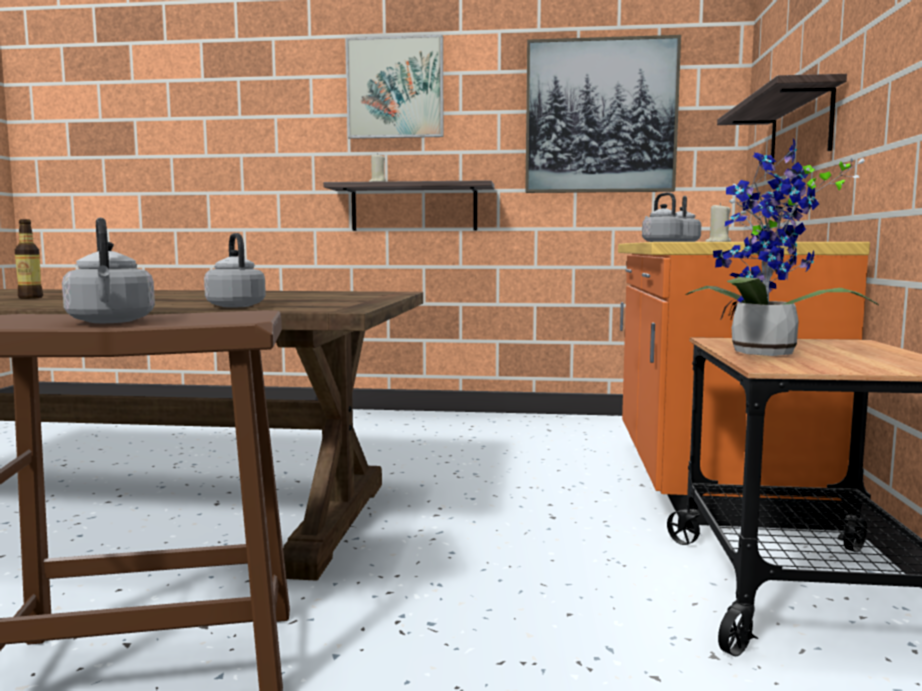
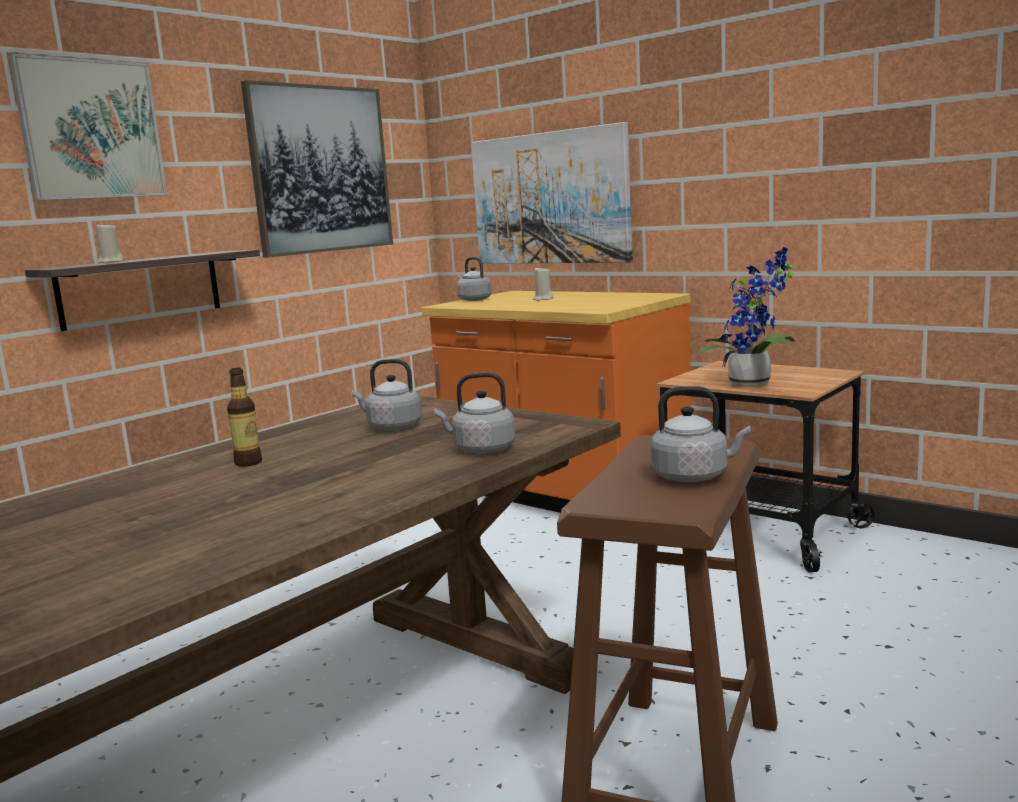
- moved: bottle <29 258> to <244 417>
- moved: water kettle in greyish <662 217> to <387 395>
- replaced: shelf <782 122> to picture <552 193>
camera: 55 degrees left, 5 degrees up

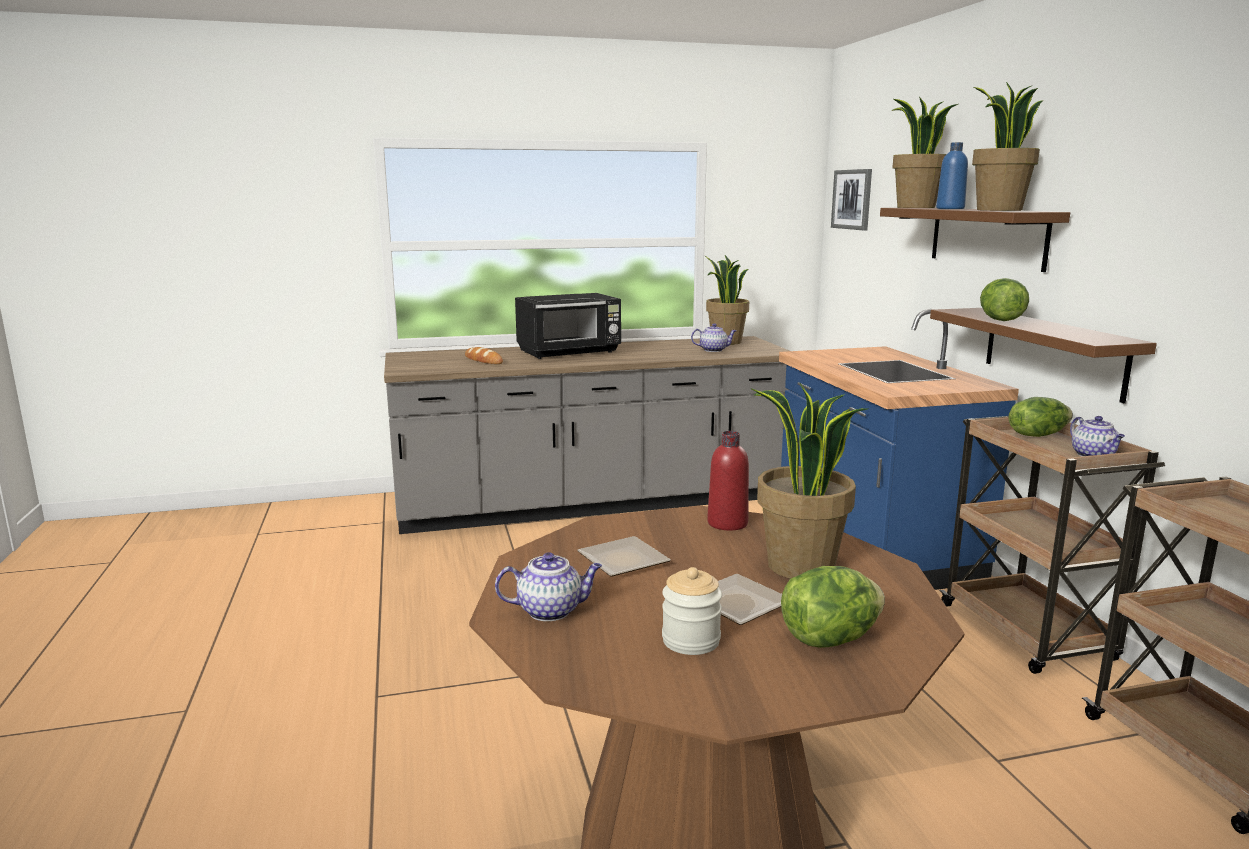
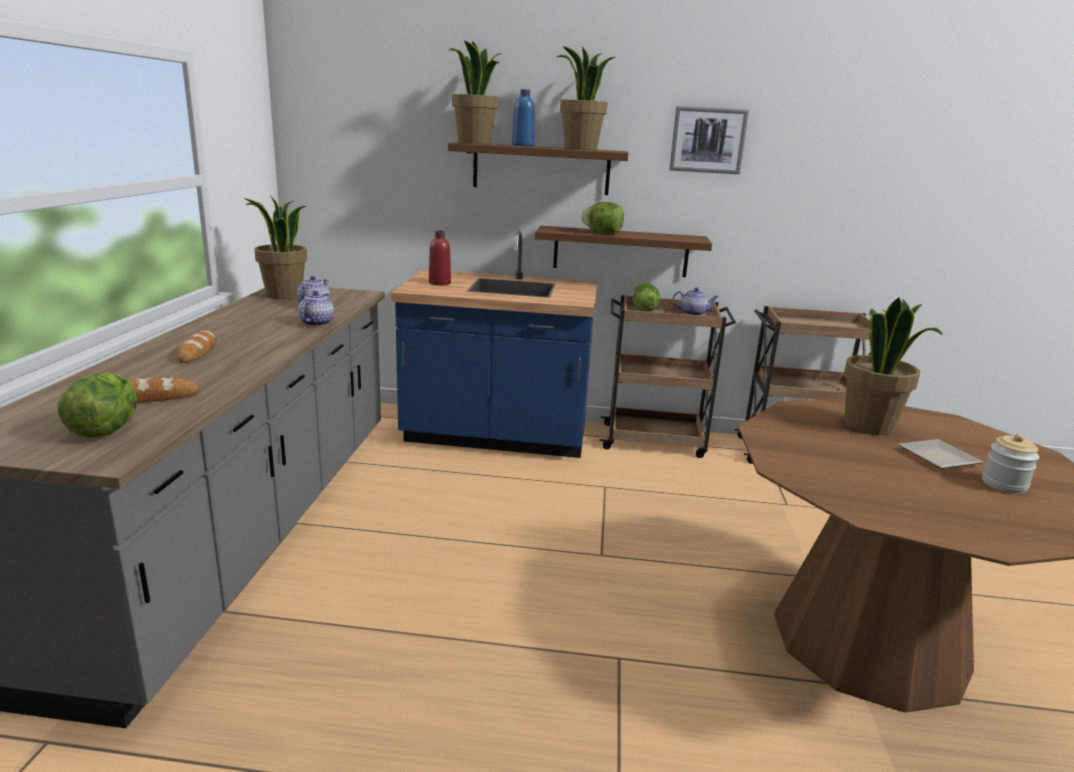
- removed: flat dish <624 556>
- moved: tea pot <548 586> to <316 308>
- moved: bottle in reddish <728 481> to <440 258>
- moved: lettuce head <833 607> to <97 405>
- moved: picture <851 199> to <709 140>
- replaced: microwave oven in black-coloured <568 326> to baked bread <197 346>
camera: 70 degrees left, 5 degrees up

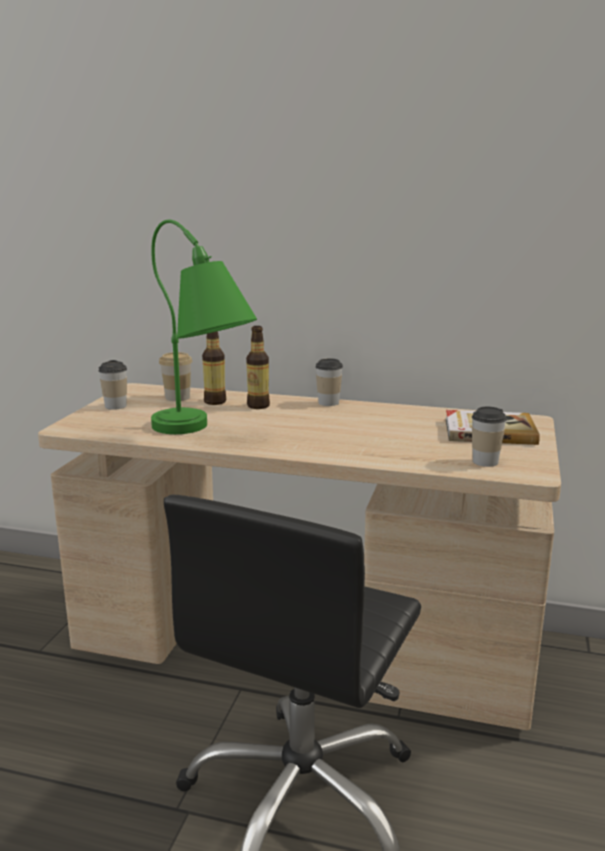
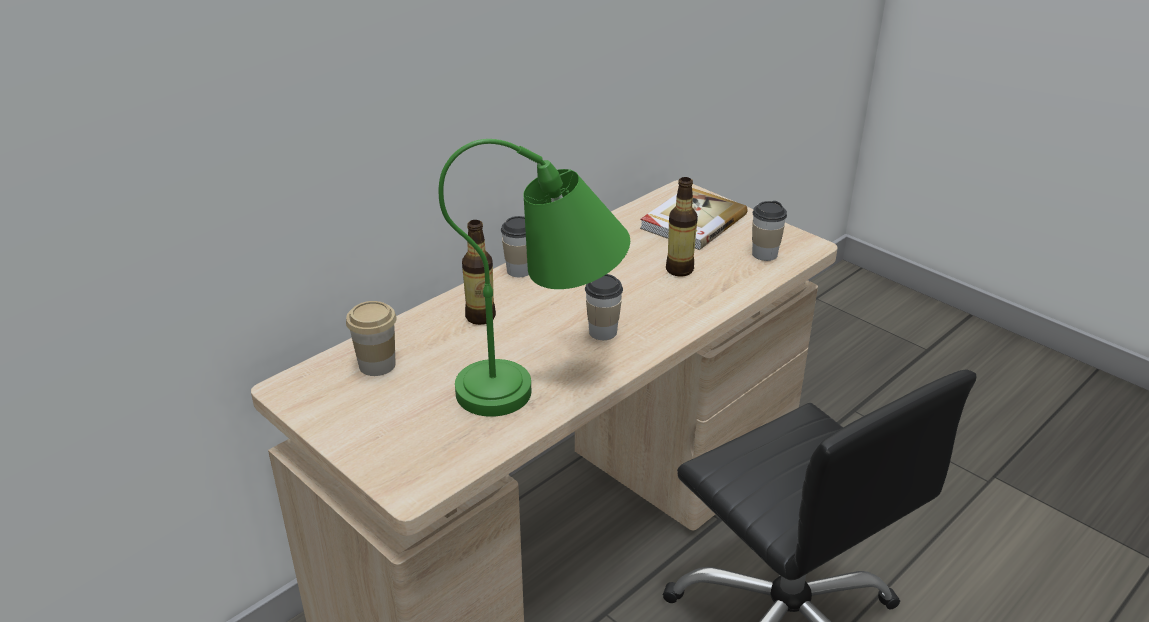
- moved: drinking cup <112 385> to <604 307>
- moved: bottle <214 368> to <682 227>
camera: 60 degrees left, 15 degrees up

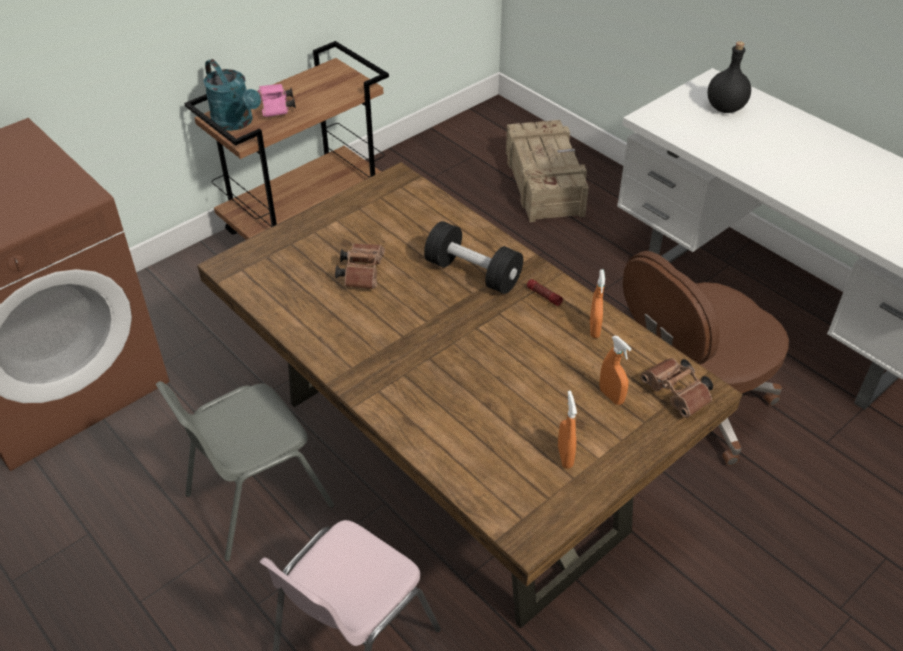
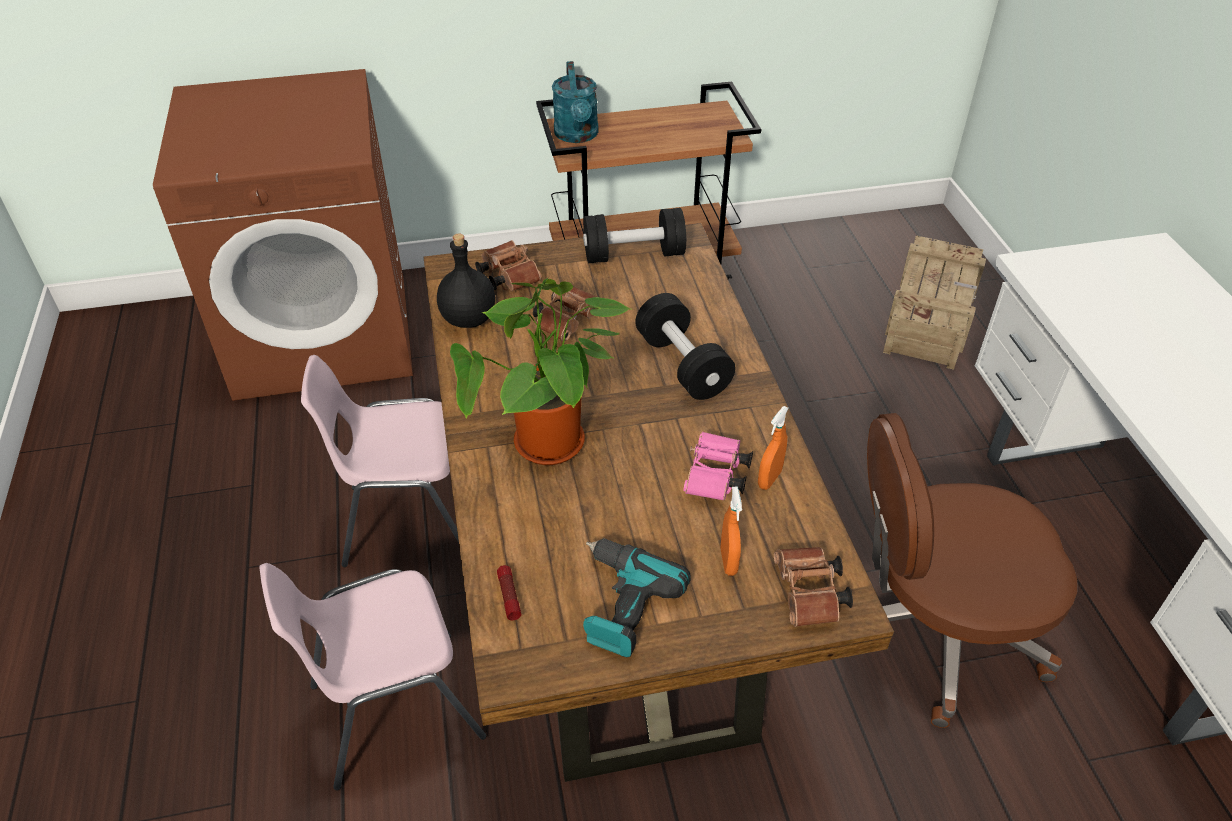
- added: plant in a pot <540 371>
- added: field glasses in brown <508 265>
- added: dumbbell in black-coloured <634 235>
- moved: field glasses in pink-coloured <277 100> to <718 466>
- moved: torch <545 292> to <509 592>
- moved: bottle in black-coloured <729 77> to <466 281>
- replaced: sprayer in orange <567 430> to power drill <637 597>
- recoloured: upright chair in greyish <245 471> to upright chair in pink-coloured <380 461>
camera: 30 degrees right, 0 degrees up

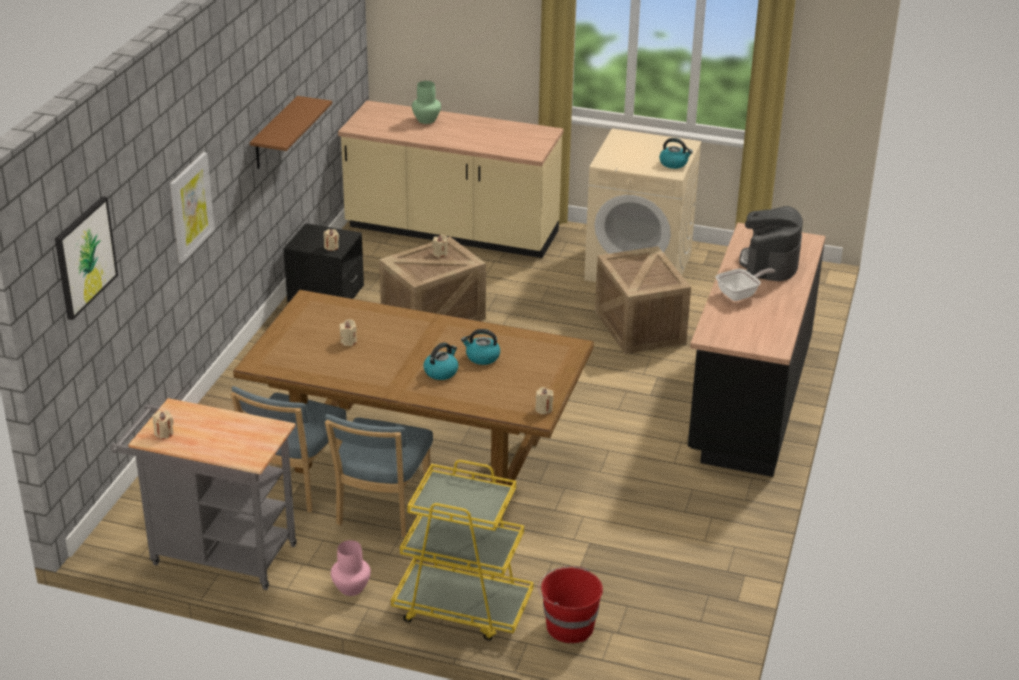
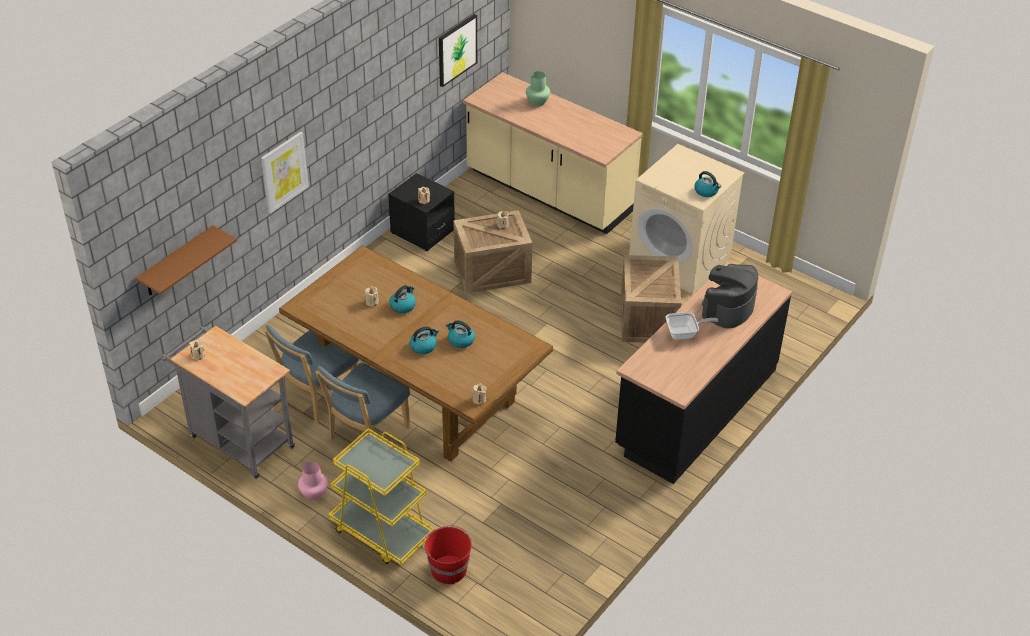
- added: water kettle <402 299>
- moved: picture <86 258> to <458 50>
- moved: shelf in brown <291 132> to <186 260>
camera: 20 degrees right, 10 degrees up

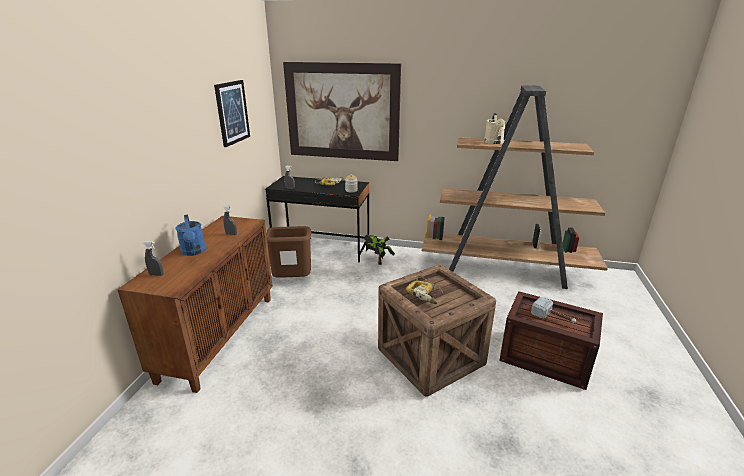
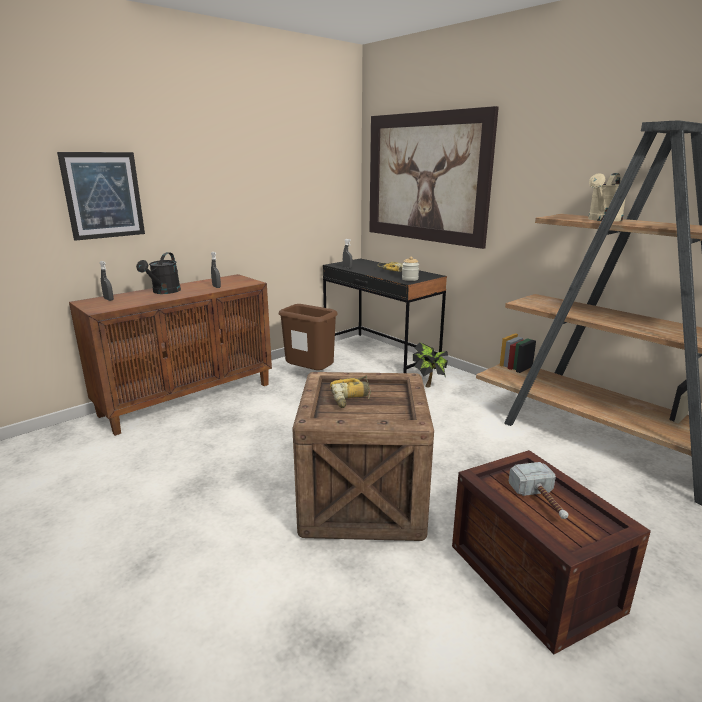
- moved: picture <232 113> to <101 196>
- recoloured: sprinkling can in blue-coloured <191 235> to sprinkling can in black-coloured <158 273>
camera: 35 degrees right, 5 degrees down

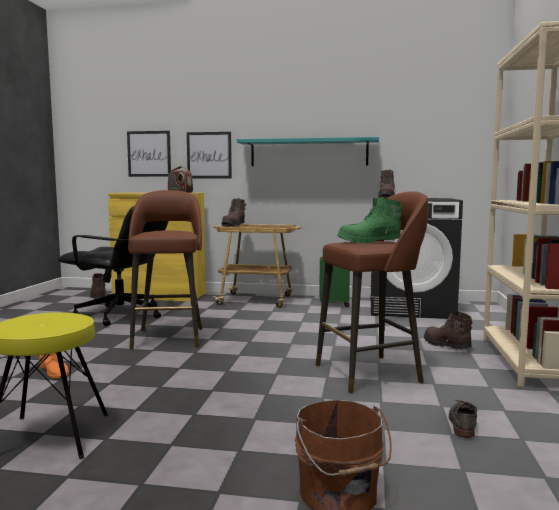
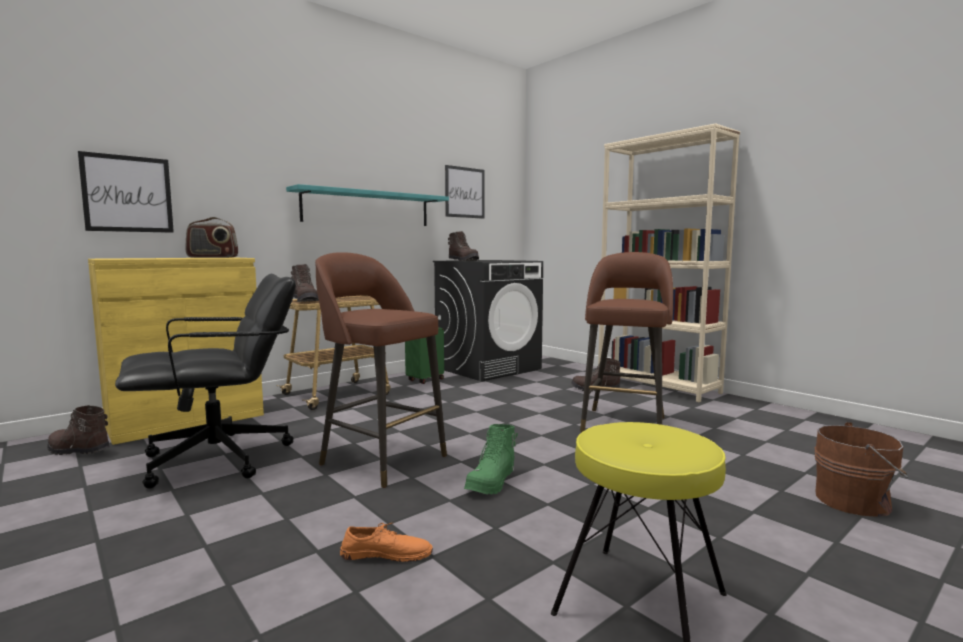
- removed: item of footwear in greyish <463 419>
- moved: picture <209 155> to <465 192>
- moved: high-top boot in green-coloured <369 220> to <491 459>
camera: 50 degrees left, 0 degrees up

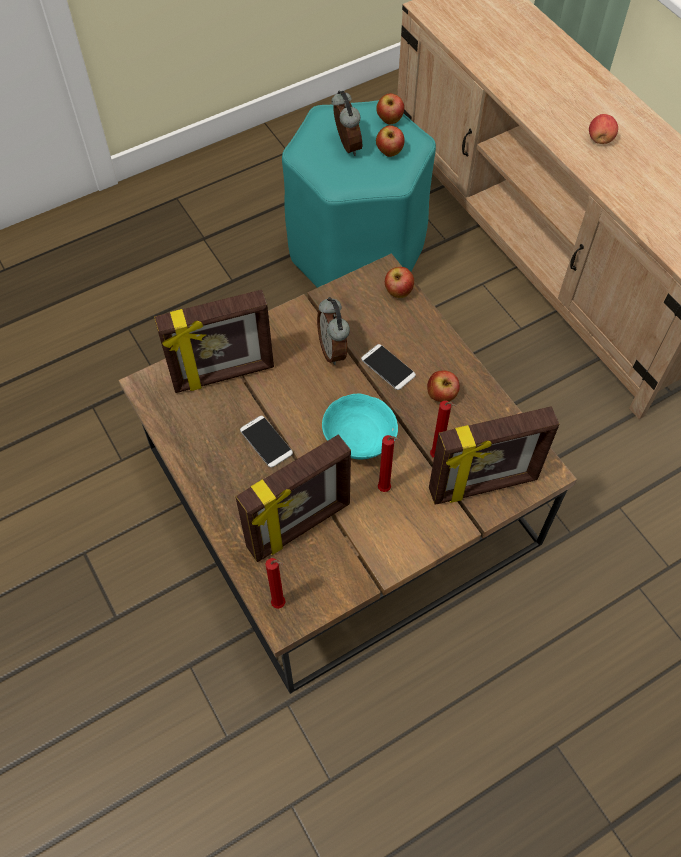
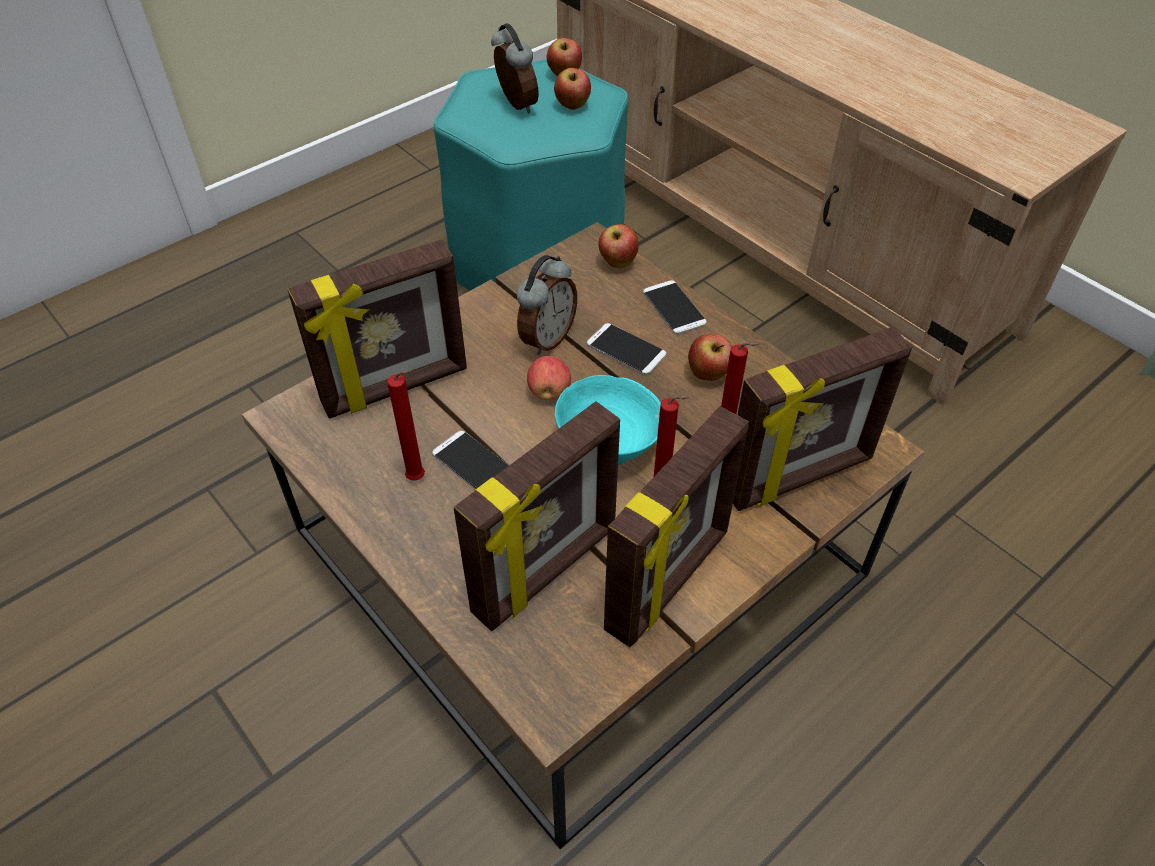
- added: picture frame <676 526>
- added: handset <675 307>
- moved: wax candle in reddish <275 583> to <406 425>
- moved: whole apple <603 129> to <549 378>
- turned: alarm clock <333 331> = <547 305> 120 degrees counterclockwise
camera: 10 degrees left, 10 degrees down

